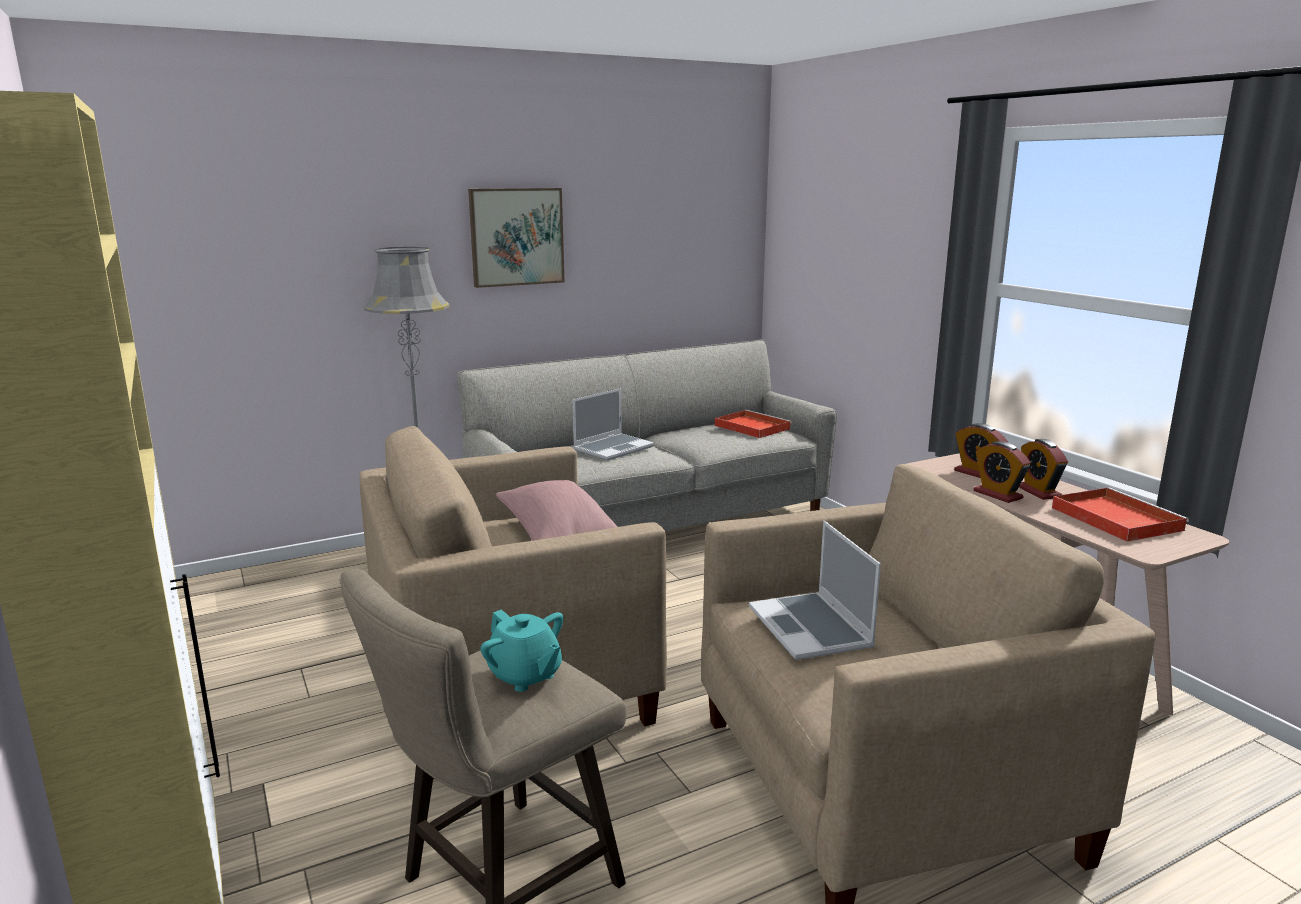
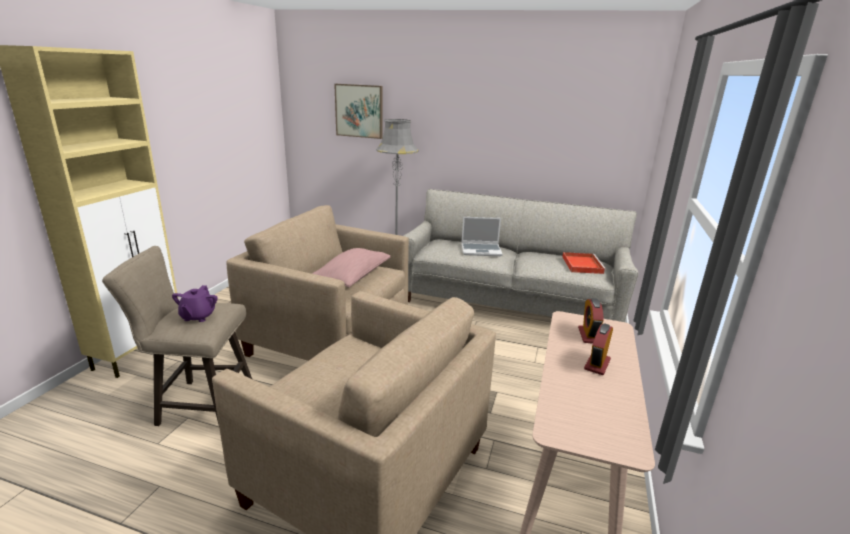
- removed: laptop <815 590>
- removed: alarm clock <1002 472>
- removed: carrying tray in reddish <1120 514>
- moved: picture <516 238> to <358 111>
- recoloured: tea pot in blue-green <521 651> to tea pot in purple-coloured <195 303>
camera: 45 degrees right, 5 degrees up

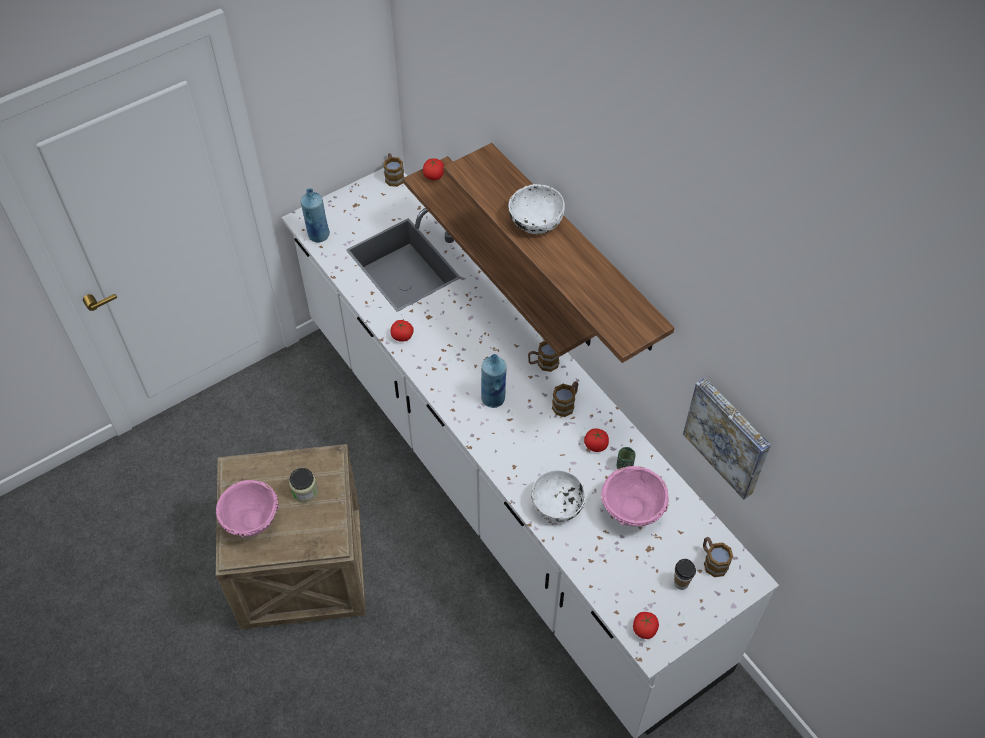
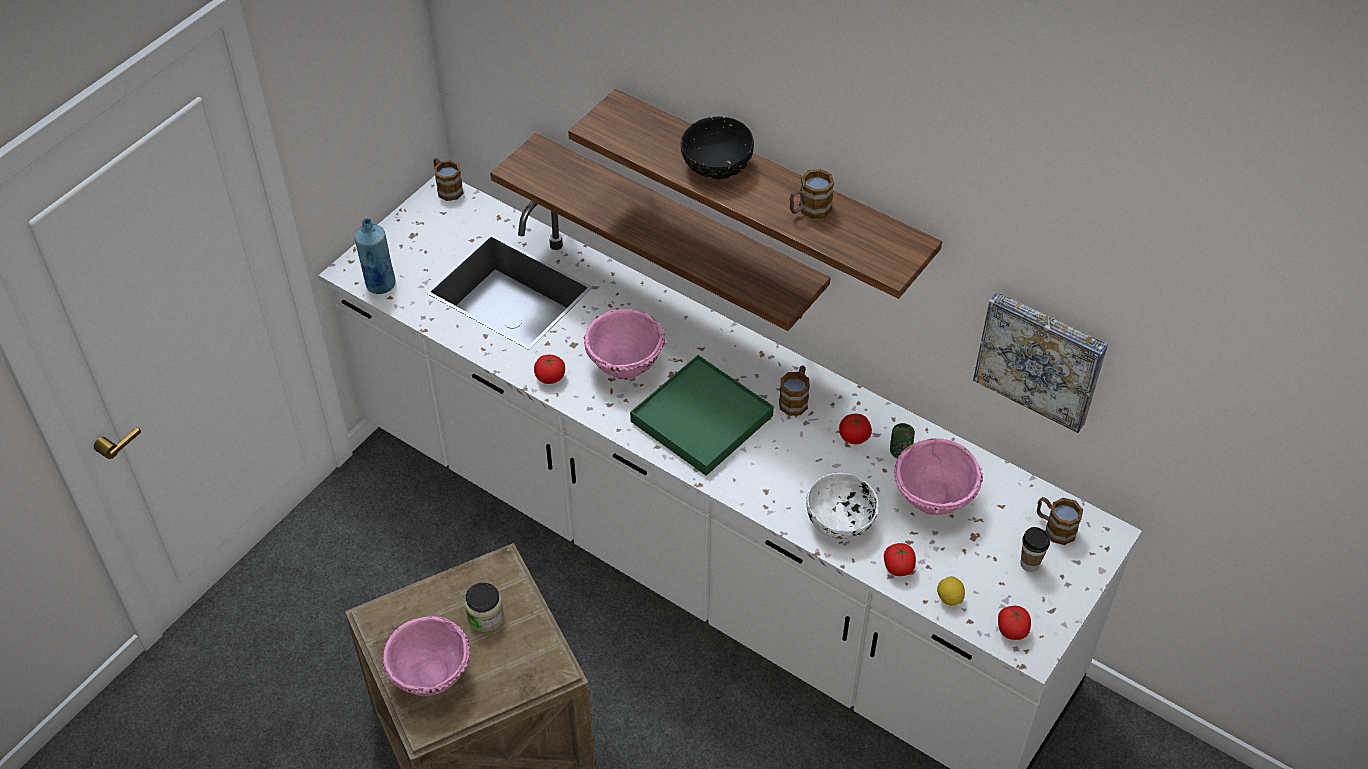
- added: bowl in pink-coloured <624 344>
- added: whole lemon <951 591>
- moved: tomato <433 169> to <900 559>
- moved: mug <543 356> to <812 194>
- replaced: bottle in blue-coloured <493 381> to carrying tray in green-coloured <702 415>
- recoloured: bowl in white <537 209> to bowl in black-coloured <717 147>
camera: 20 degrees left, 5 degrees down

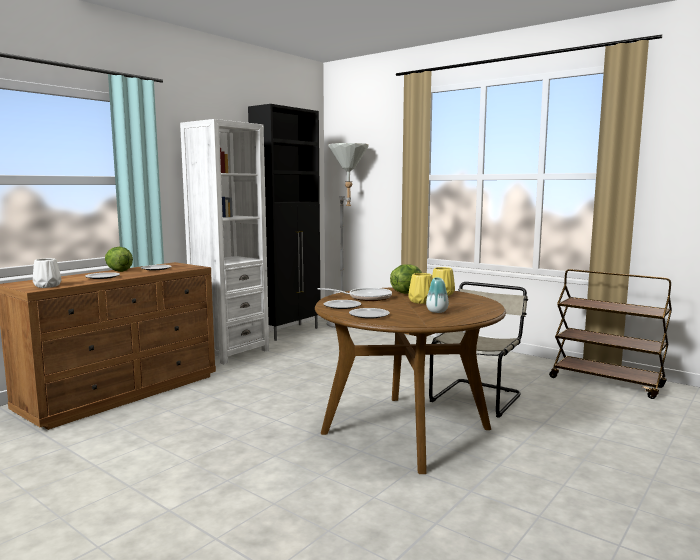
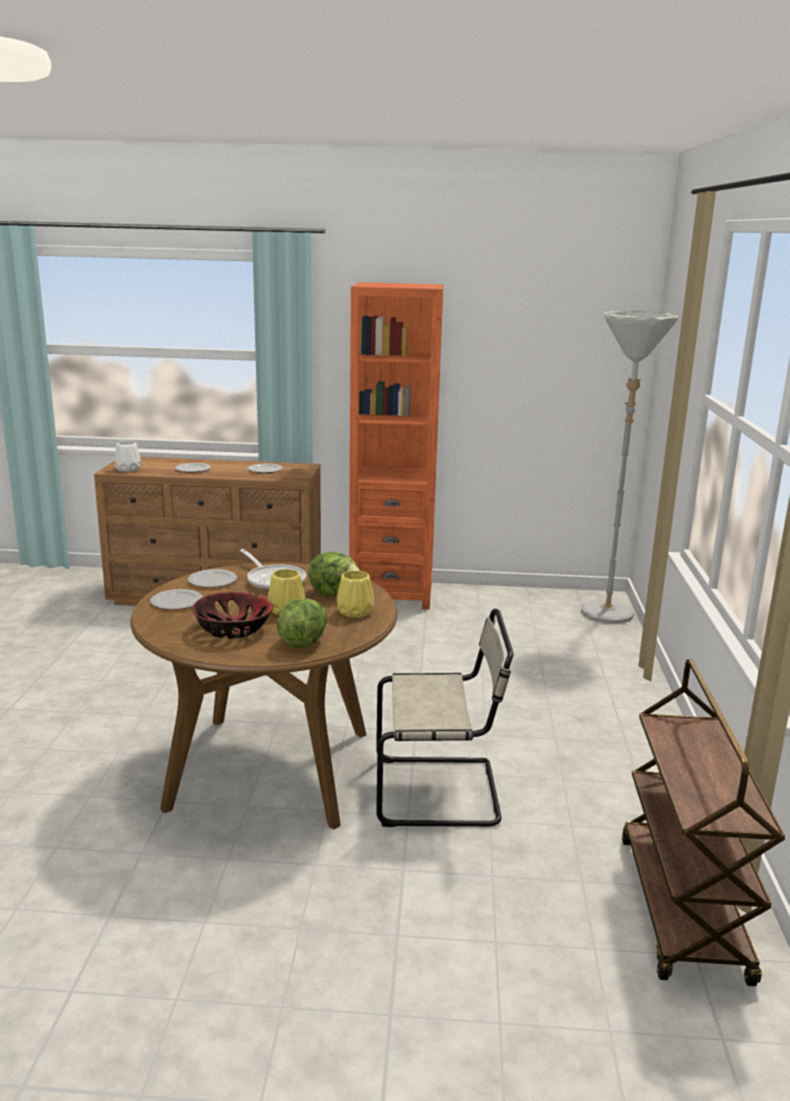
- removed: storage cabinet in black-coloured <284 222>
- moved: lettuce head <119 259> to <302 623>
- replaced: decorative vase <437 295> to bowl <232 615>
- recoloured: bookcase in white <224 242> to bookcase in orange <396 446>
camera: 55 degrees right, 10 degrees up

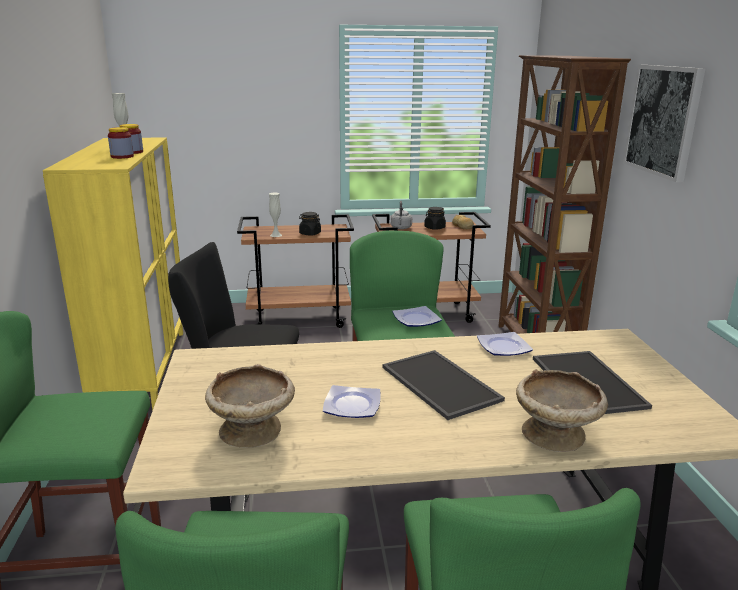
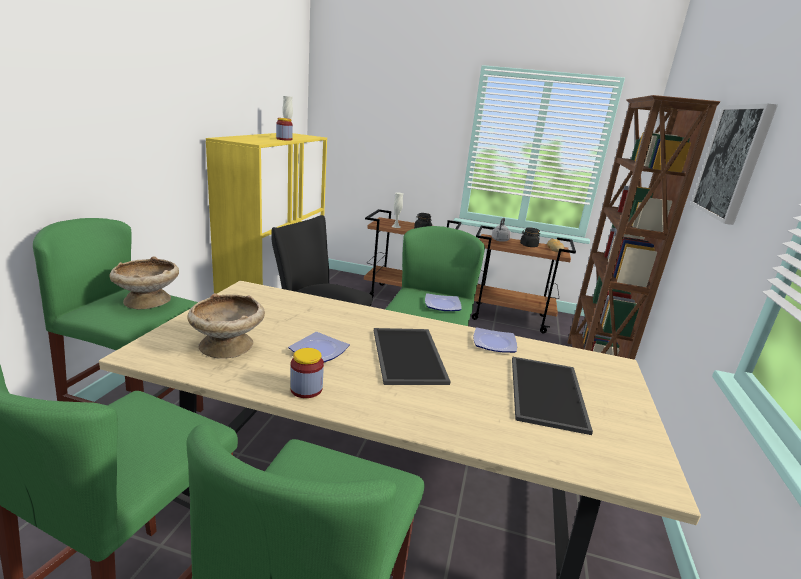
- moved: storage jar <121 143> to <307 373>
- moved: bowl in sand-coloured <562 410> to <144 283>
camera: 20 degrees right, 0 degrees up

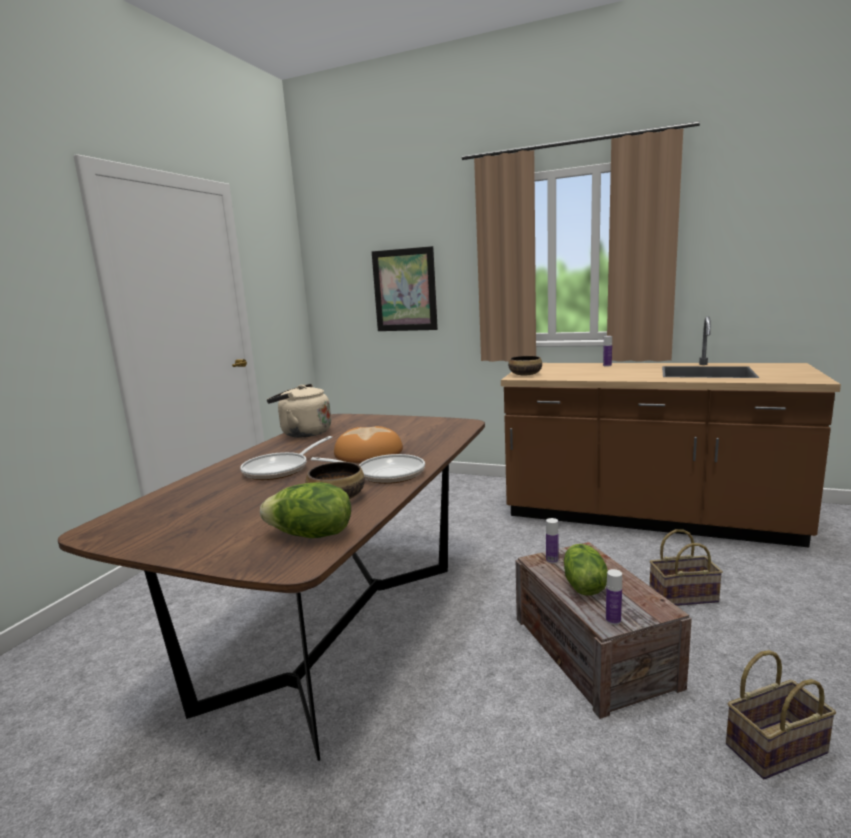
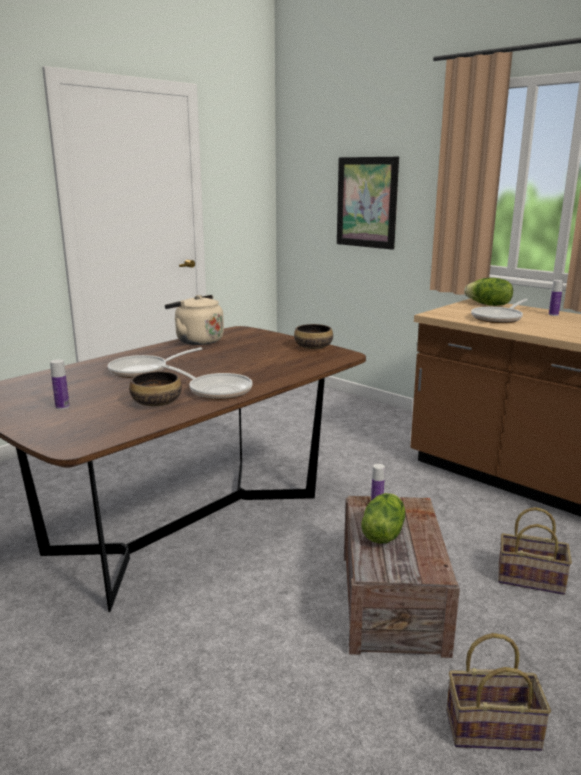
- removed: baked bread <368 444>
- added: pan <499 311>
- moved: lettuce head <305 510> to <488 292>
- moved: bowl <525 366> to <313 336>
- moved: bottle <614 597> to <60 384>
camera: 20 degrees right, 5 degrees up

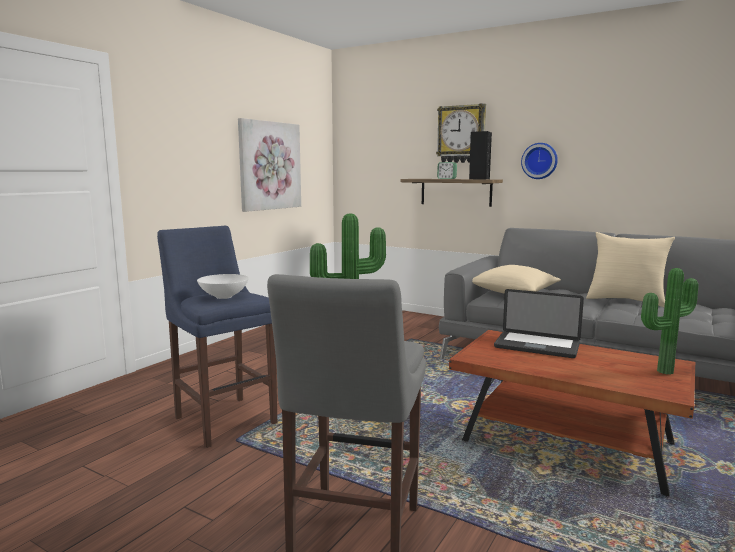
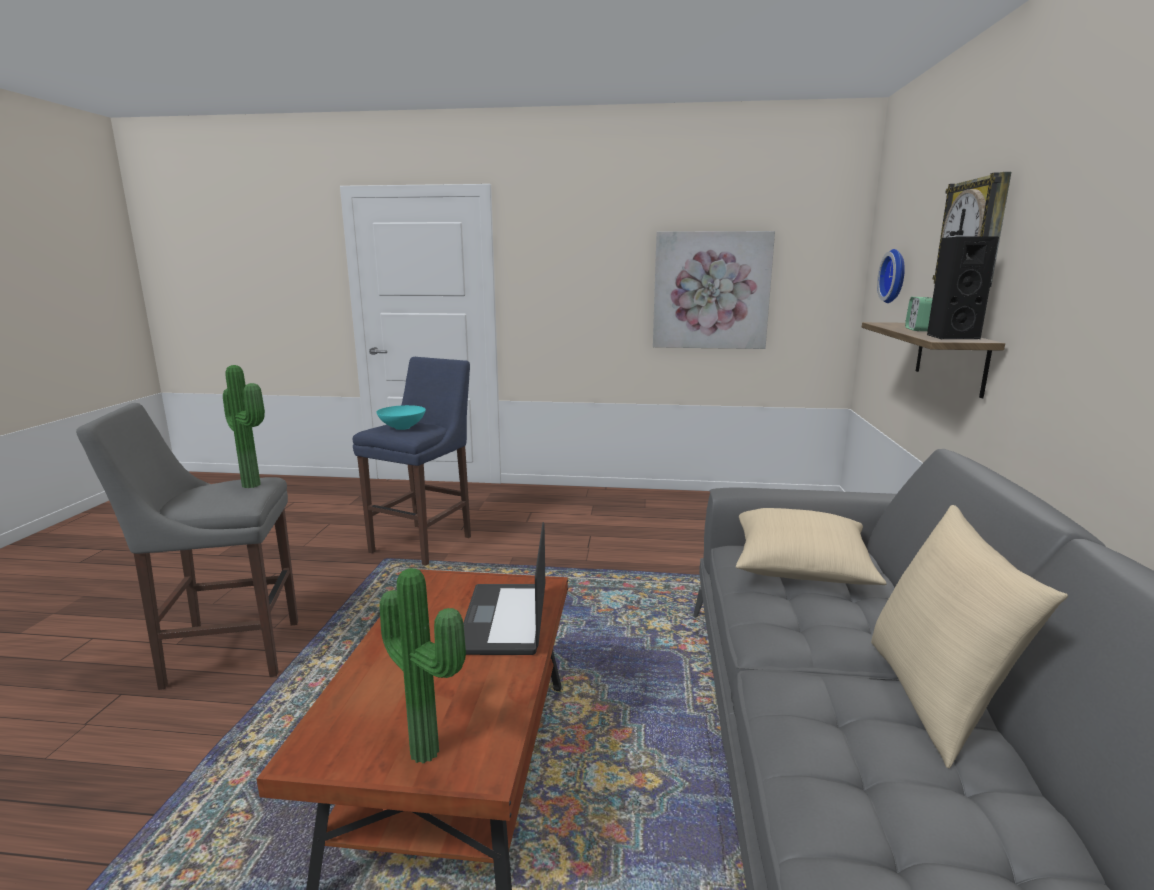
- moved: clock on the wall <539 161> to <891 276>
- recoloured: bowl in white <223 286> to bowl in blue-green <401 417>
camera: 65 degrees right, 5 degrees up

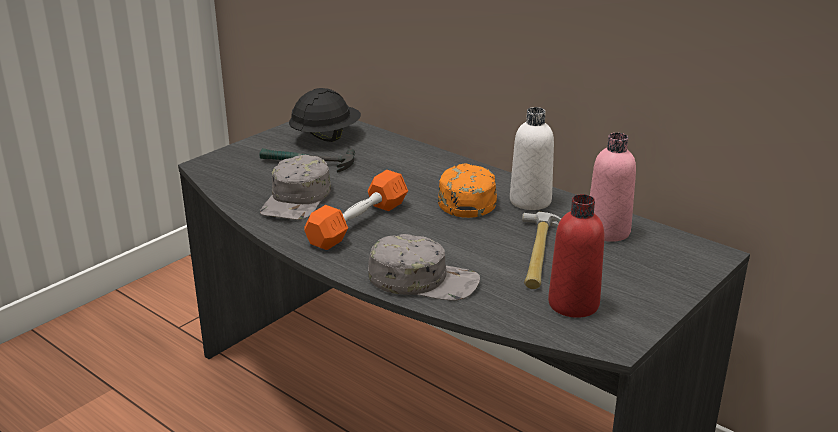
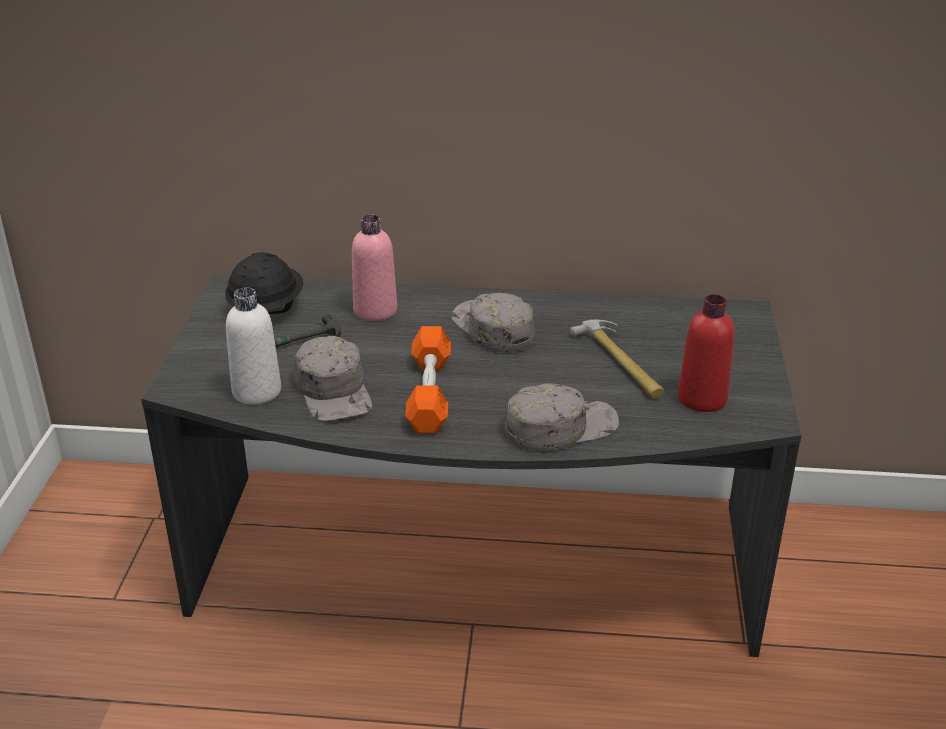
- moved: bottle in white <532 158> to <253 346>
- moved: bottle in pink-coloured <613 187> to <374 268>
- recoloured: peaked cap in orange <467 191> to peaked cap in greyish <493 322>
camera: 35 degrees left, 5 degrees up

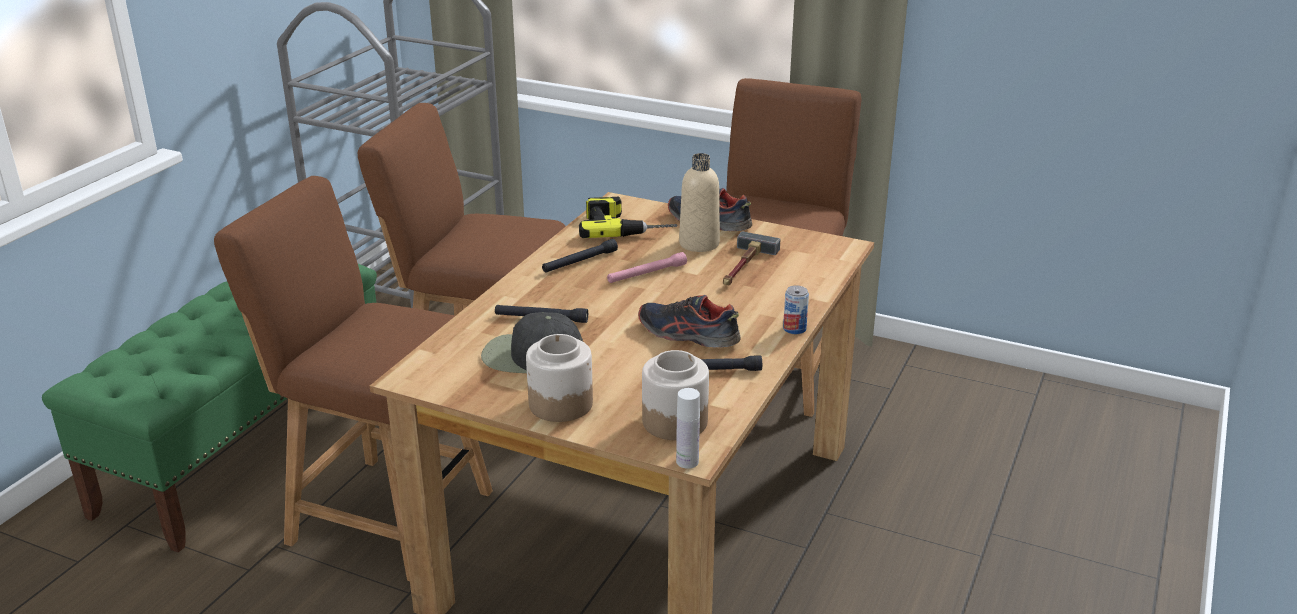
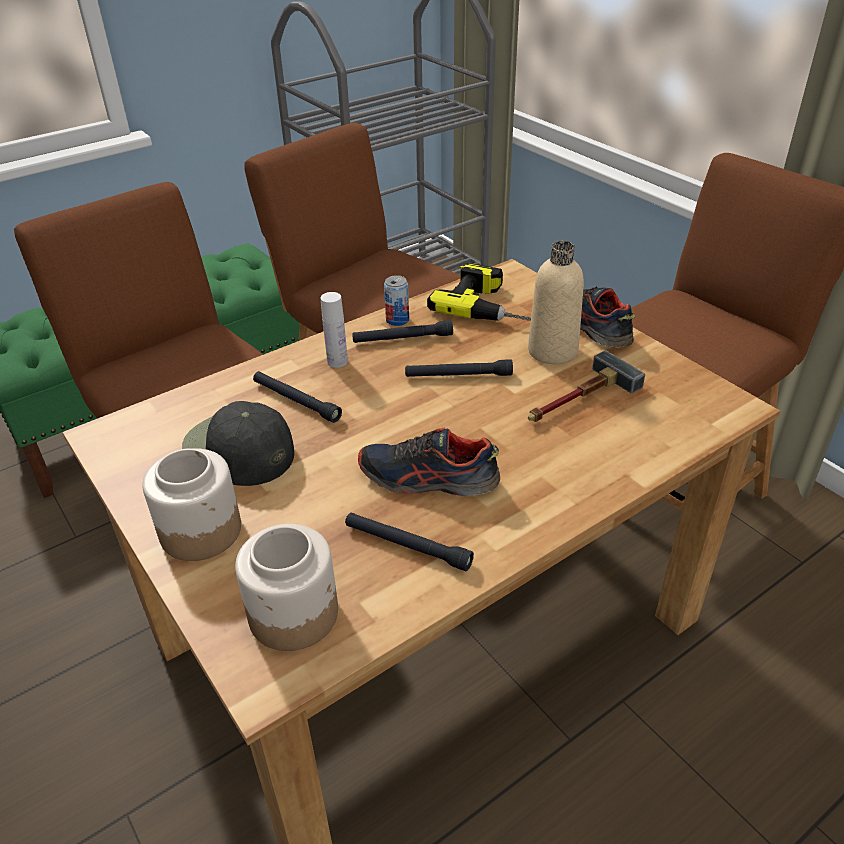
- moved: bottle in white <688 428> to <334 330>
- moved: can <796 310> to <396 300>
- recoloured: torch in pink-coloured <647 267> to torch in black-coloured <459 368>
- turned: item of footwear <689 321> = <429 462> 45 degrees counterclockwise
camera: 30 degrees right, 10 degrees up

